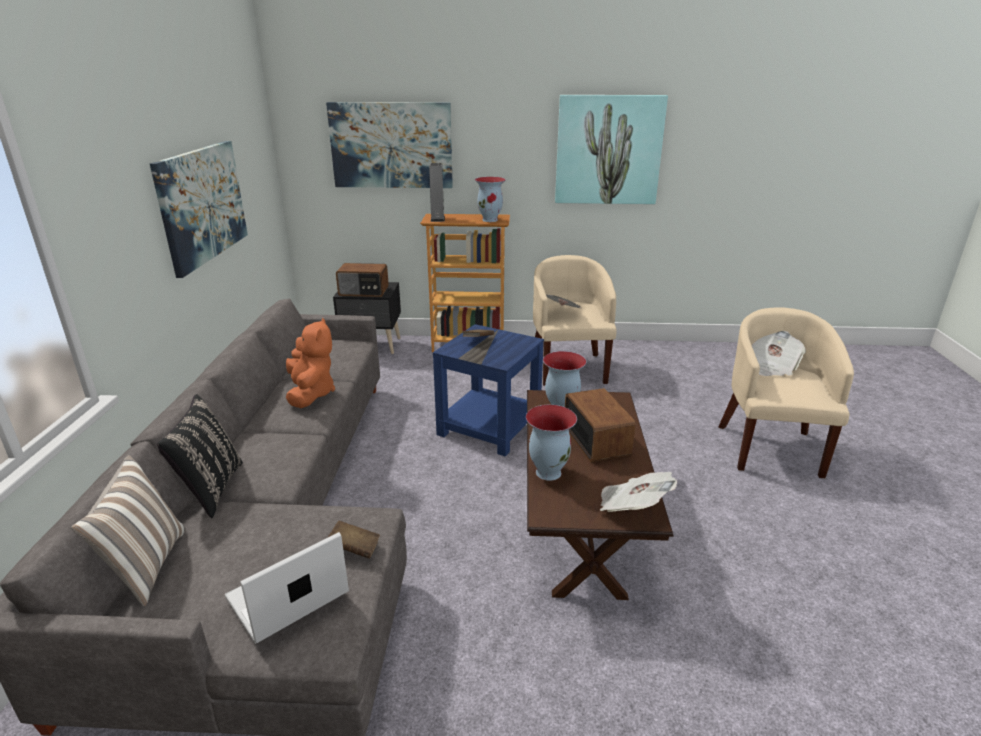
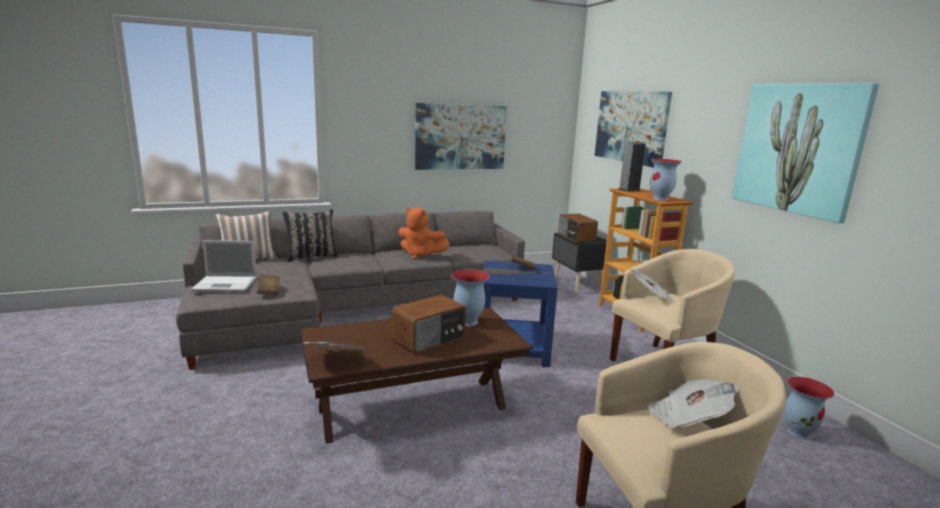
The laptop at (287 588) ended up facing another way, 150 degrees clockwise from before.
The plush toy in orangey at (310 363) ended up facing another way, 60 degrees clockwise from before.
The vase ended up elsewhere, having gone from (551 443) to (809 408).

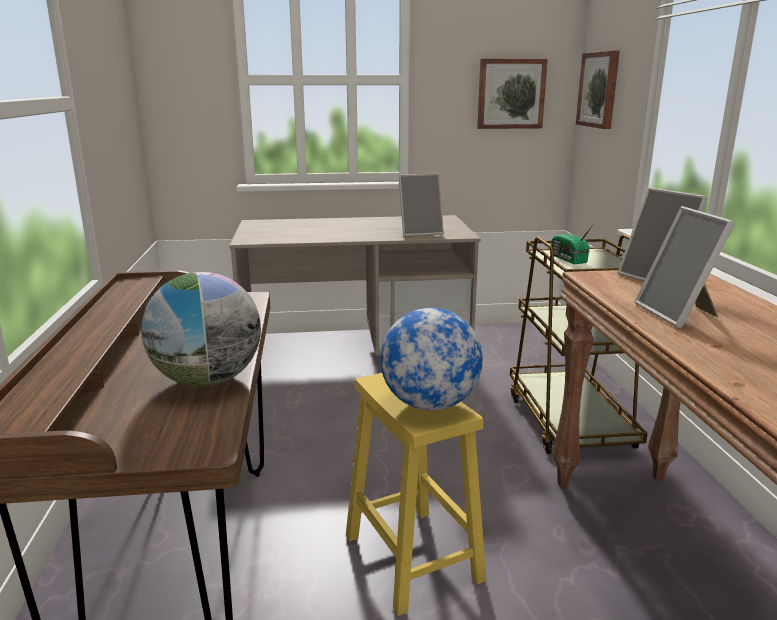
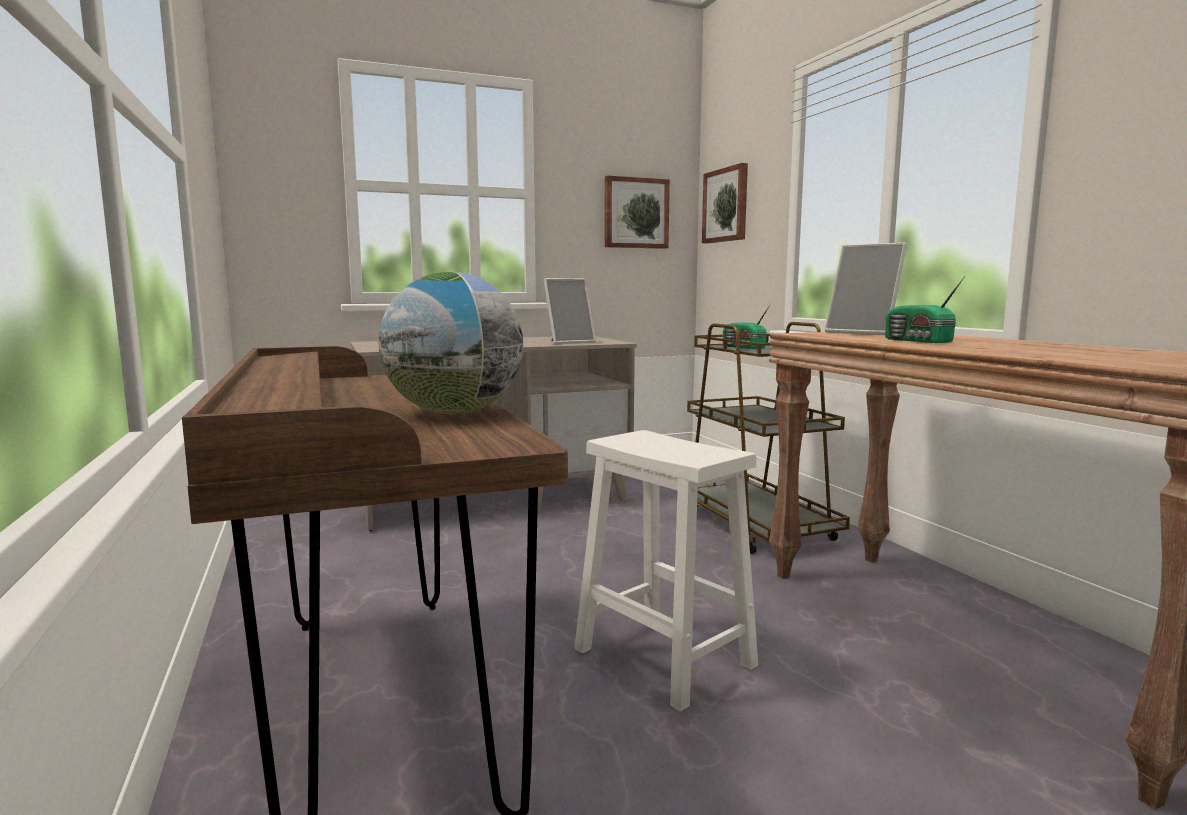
What was the stool seat in yellowish at (416 494) turned into the stool seat in white at (666 571).
Where the picture frame stood at (685 267), the radio came to stand at (925 309).
The second view lost the desk globe at (431 359).

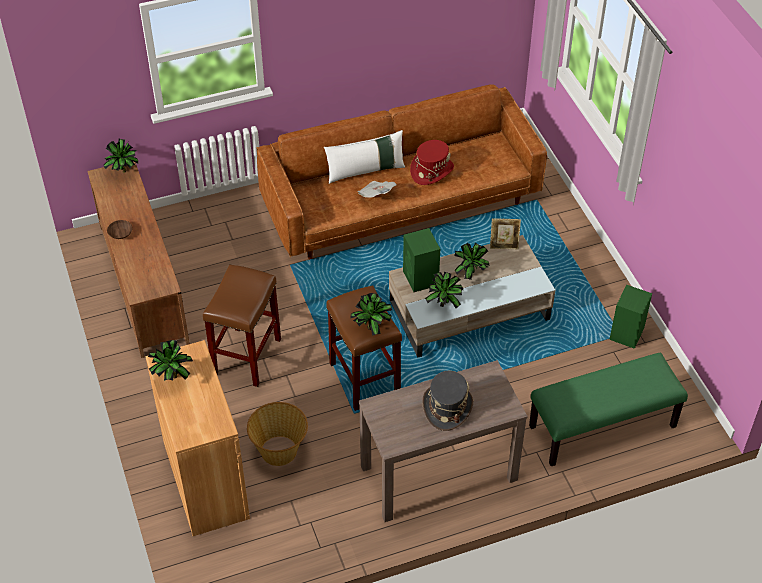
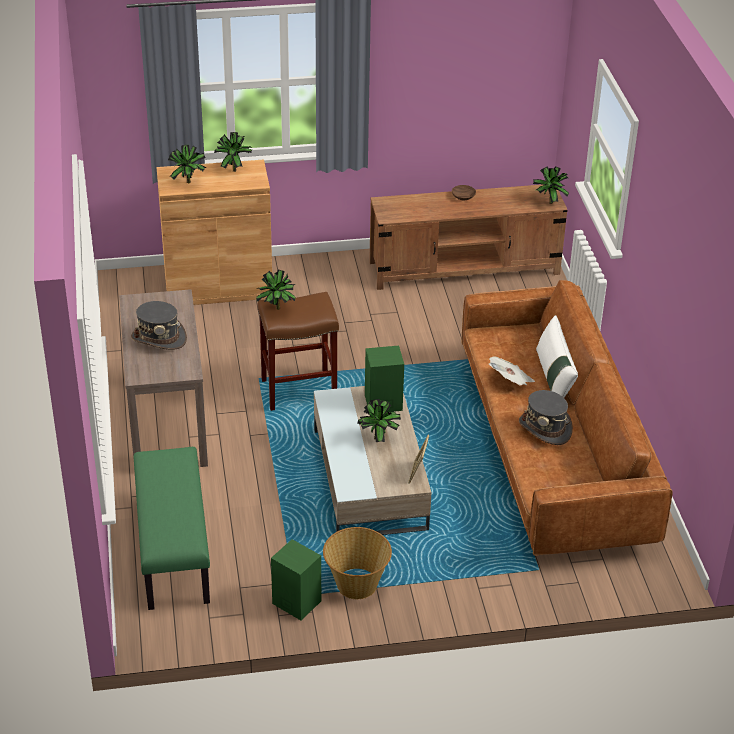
The plant in a pot ended up elsewhere, having gone from (444 289) to (187 164).
The household basket ended up elsewhere, having gone from (277 434) to (357 563).
What was the clothing hat in red-coloured at (432 162) turned into the clothing hat in grey at (546 417).
The second view lost the stool seat in brown at (242 325).

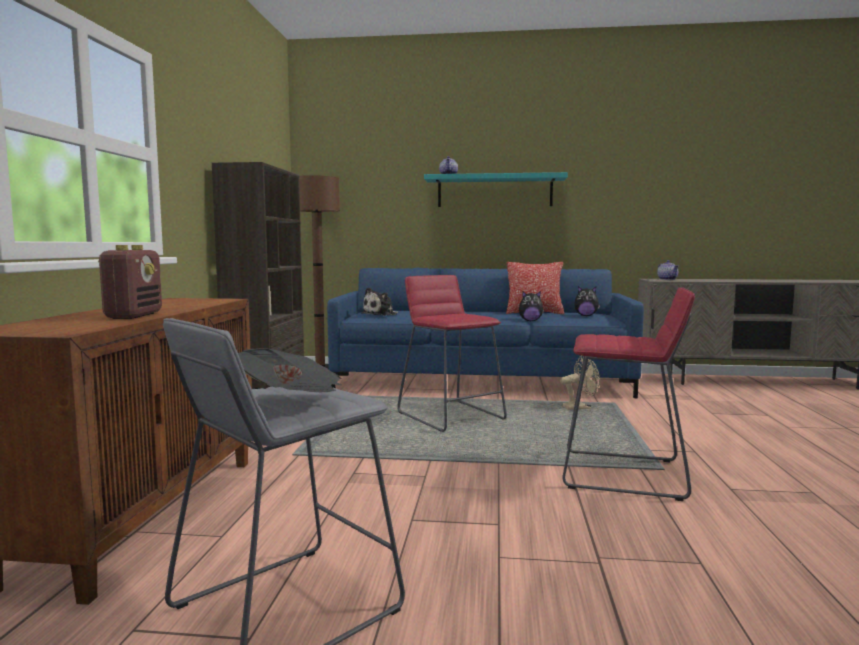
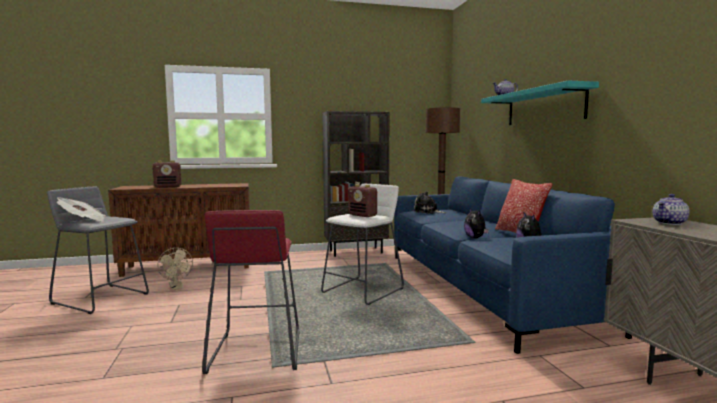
The fan in sand-coloured ended up elsewhere, having gone from (580 383) to (175 269).
What was the stool seat in red-coloured at (452 353) turned into the stool seat in white at (362 244).
The second view gained the radio at (362 200).

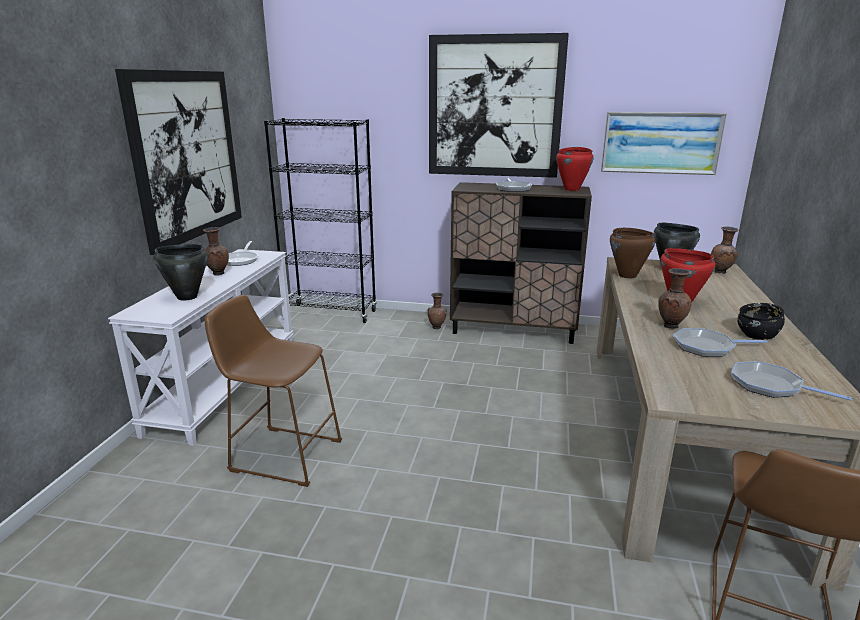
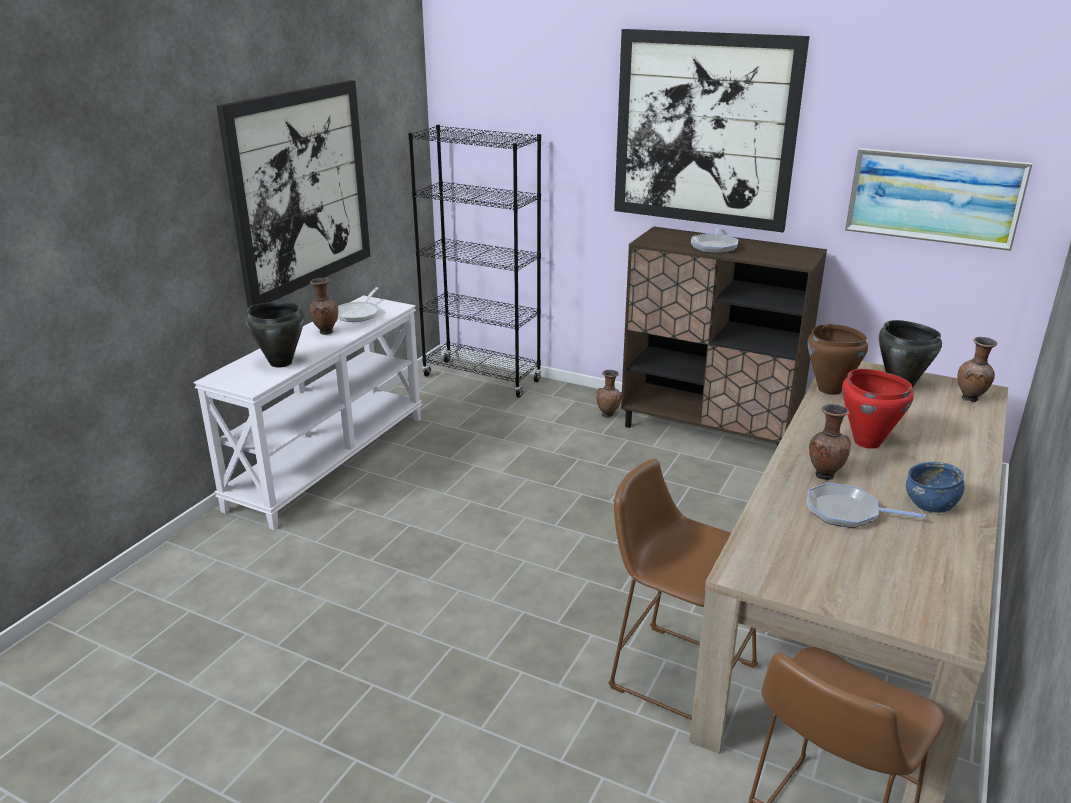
The stool seat in brown ended up elsewhere, having gone from (273 391) to (683 589).
What was the serving bowl in black at (761 321) turned into the serving bowl in blue at (935 487).
The second view lost the stockpot in red-coloured at (575 169).
The second view lost the skillet at (791 381).

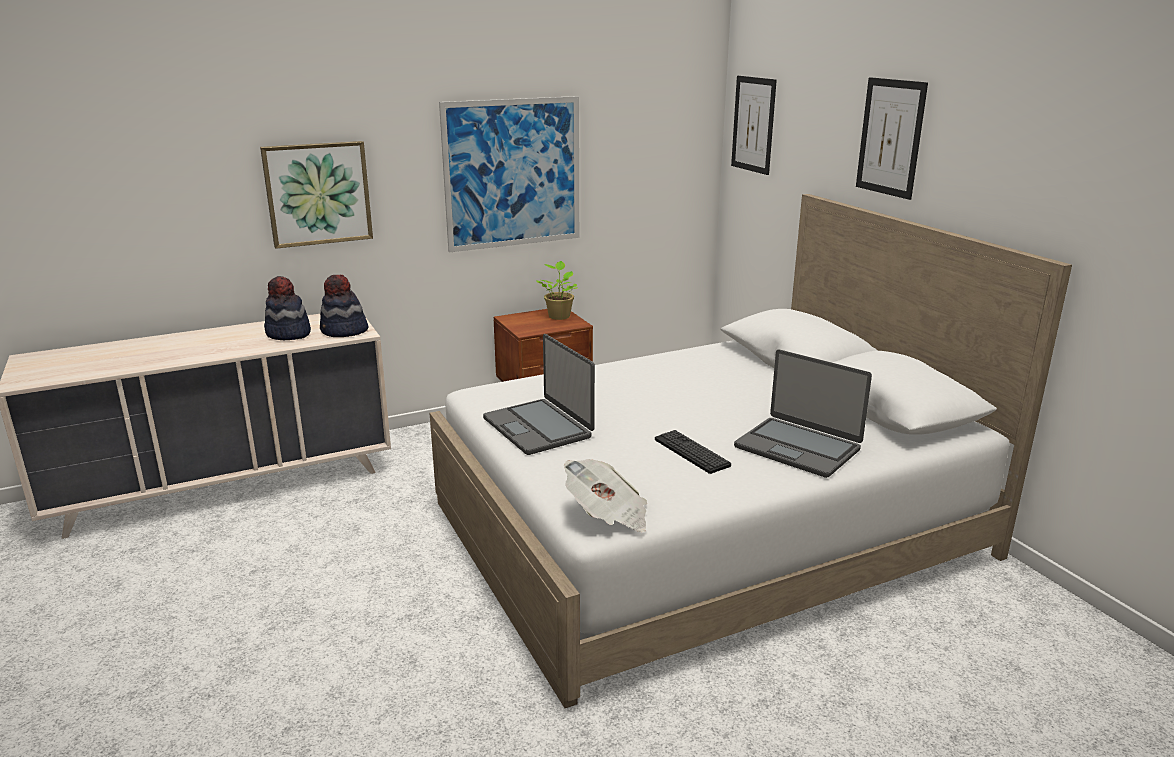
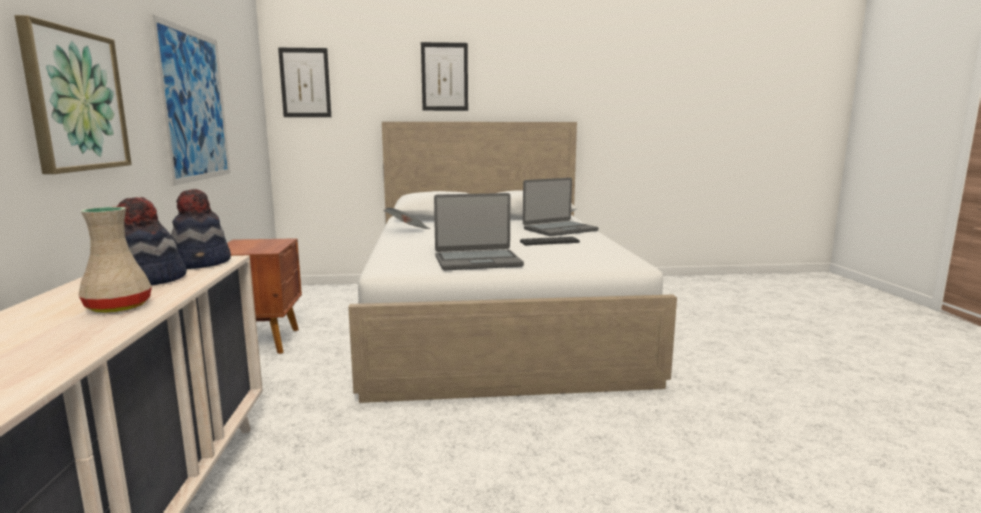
The second view gained the vase in sand-coloured at (115 260).
The printed paper ended up elsewhere, having gone from (605 495) to (407 218).
The second view lost the plant in a pot at (557 290).

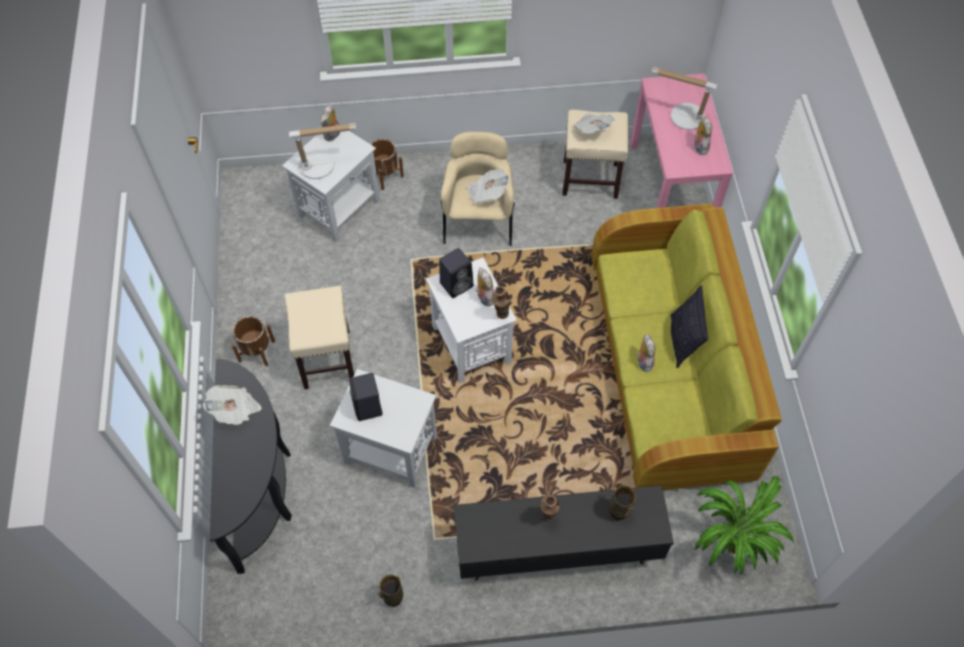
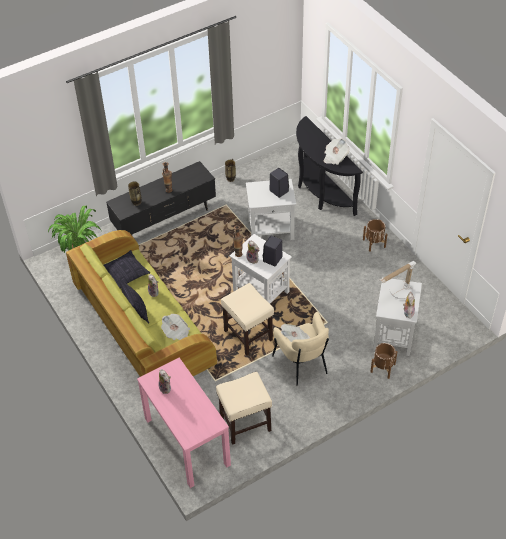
The second view gained the throw pillow at (127 269).
The printed paper ended up elsewhere, having gone from (594 123) to (175 327).
The stool seat in sand-coloured ended up elsewhere, having gone from (319 337) to (247 319).
The second view lost the table lamp at (684 98).

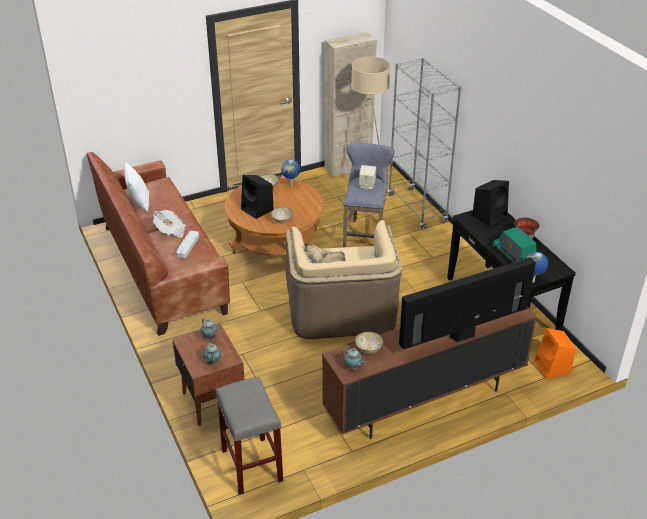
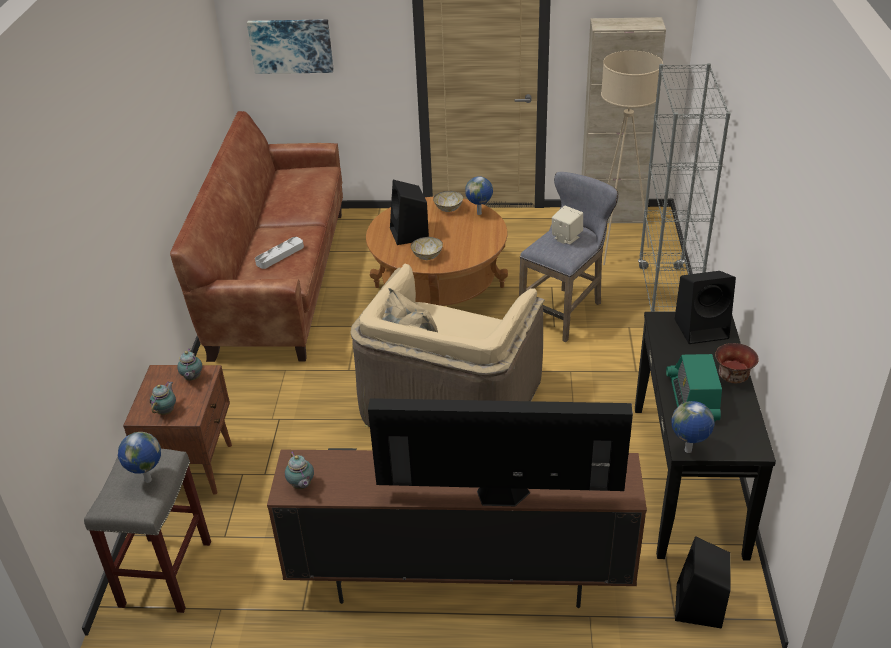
The second view gained the desk globe at (139 457).
The second view gained the picture at (290 46).
What was the loudspeaker in orangey at (555 353) turned into the loudspeaker in black at (703 582).
The second view lost the throw pillow in white at (136 187).
The second view lost the printed paper at (169 224).
The second view lost the serving bowl at (369 342).

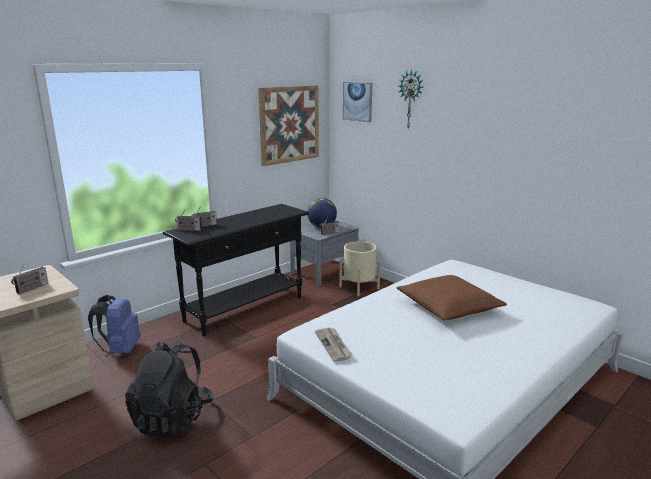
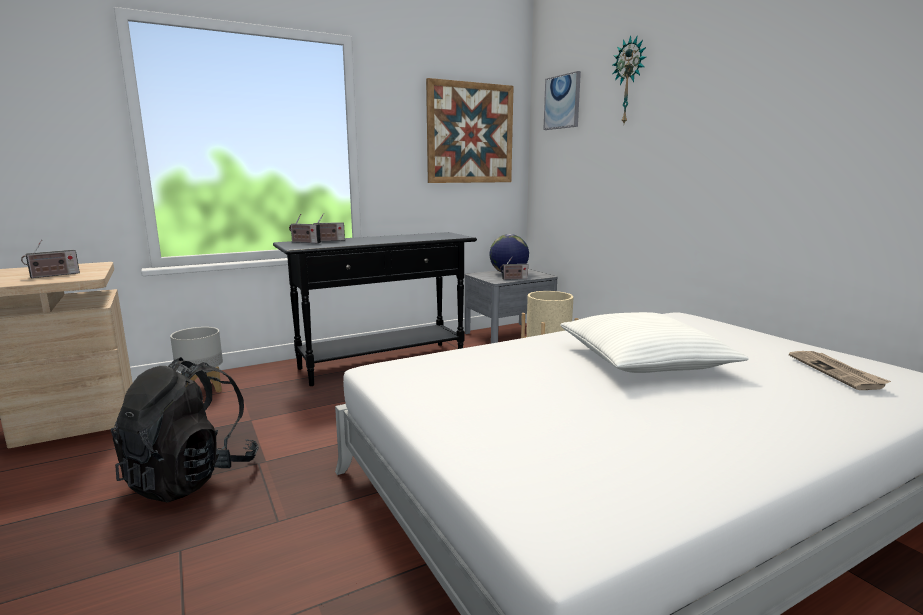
Where the knapsack in blue stood at (114 324), the planter in grey came to stand at (196 359).
What was the throw pillow in brown at (452 298) turned into the throw pillow in white at (654 342).
The printed paper ended up elsewhere, having gone from (334 345) to (840 370).

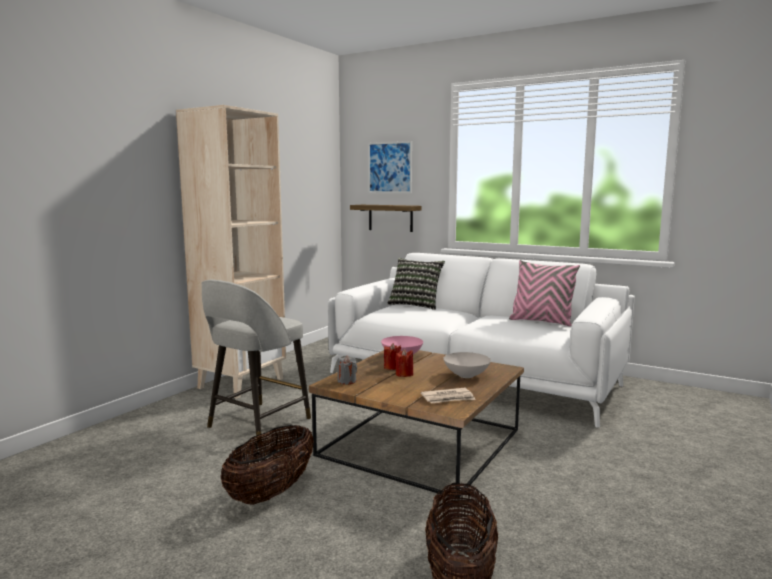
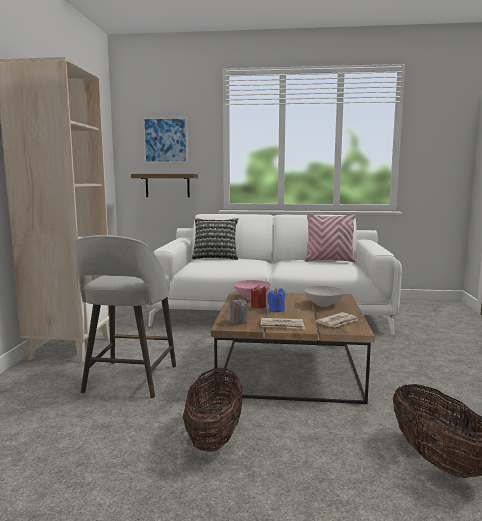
The second view gained the printed paper at (283 324).
What was the wax candle in red-coloured at (404 363) turned into the wax candle in blue at (276 300).

